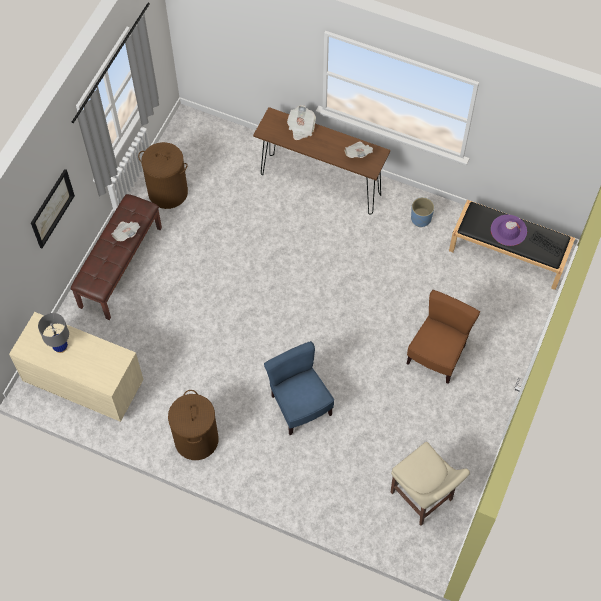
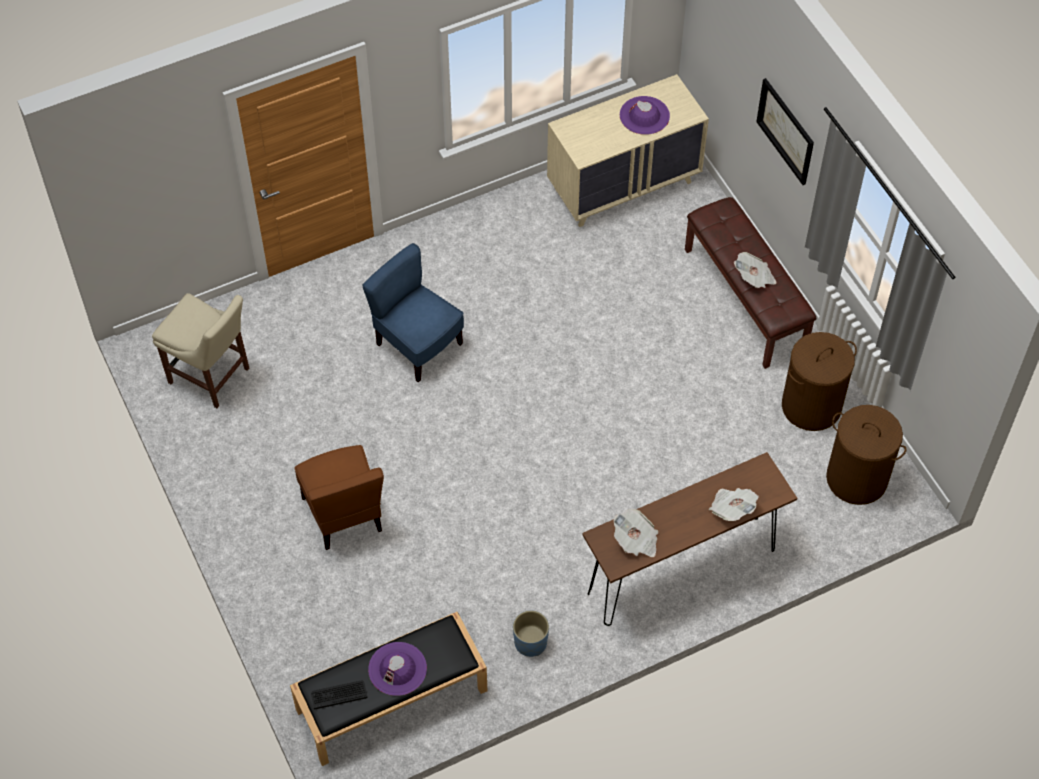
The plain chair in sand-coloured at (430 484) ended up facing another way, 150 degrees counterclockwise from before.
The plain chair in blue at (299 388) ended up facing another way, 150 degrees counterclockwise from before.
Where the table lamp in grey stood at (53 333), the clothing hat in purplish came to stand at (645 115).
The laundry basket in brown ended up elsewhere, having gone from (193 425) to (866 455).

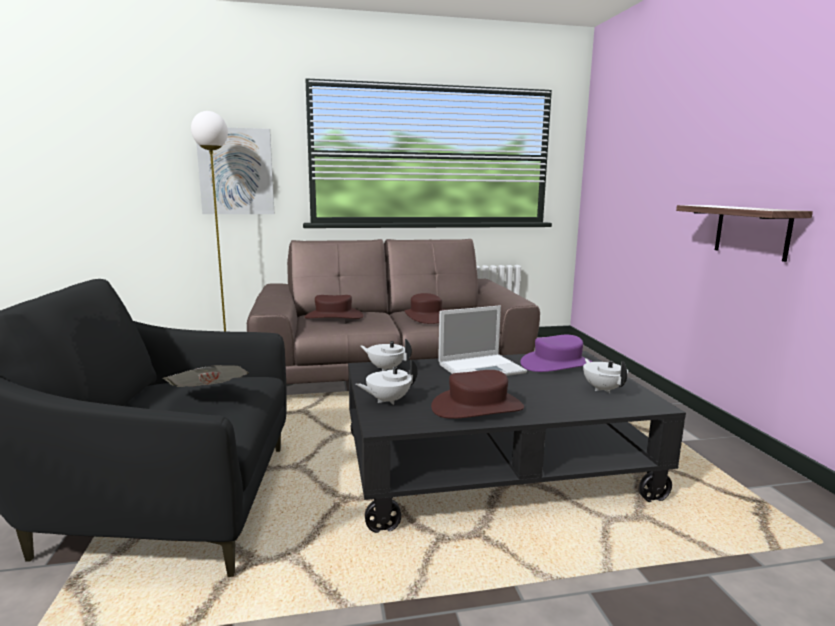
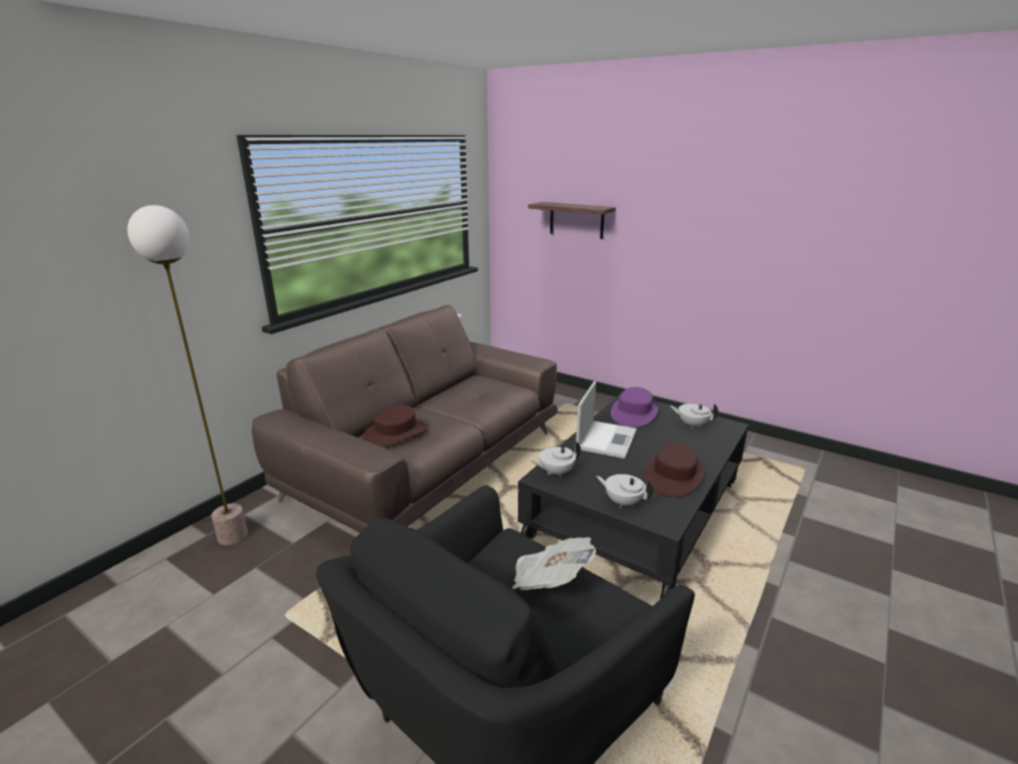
The shelf ended up elsewhere, having gone from (744 233) to (572 220).
The teapot in white at (387 382) ended up facing another way, 105 degrees clockwise from before.
The second view lost the picture at (235 171).
The second view lost the clothing hat in brown at (425 308).

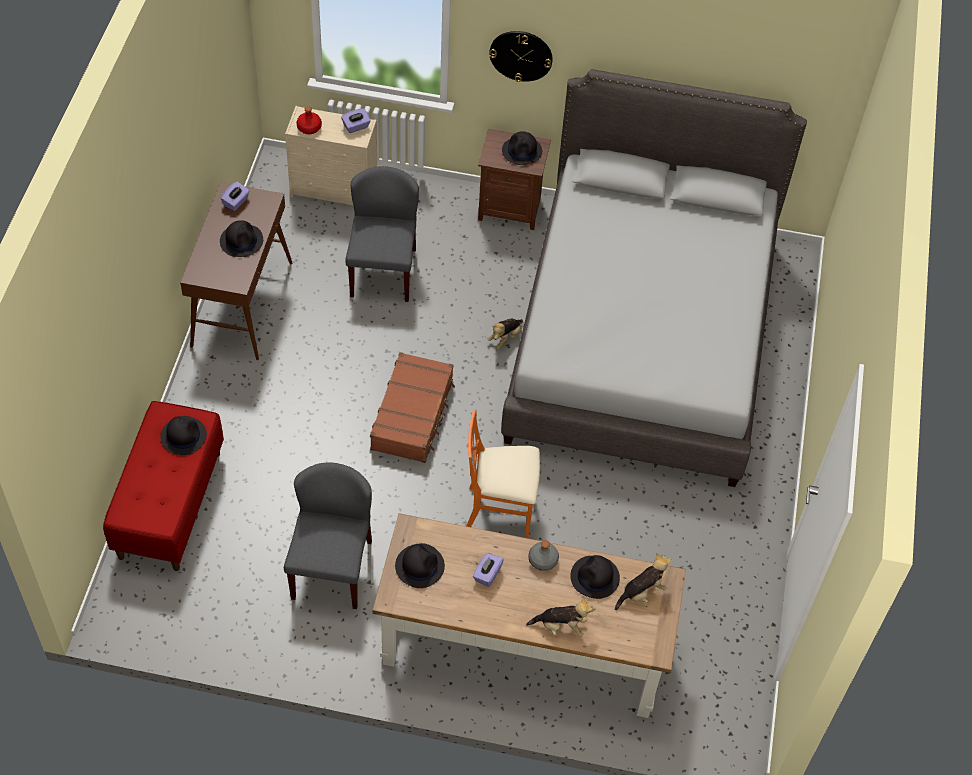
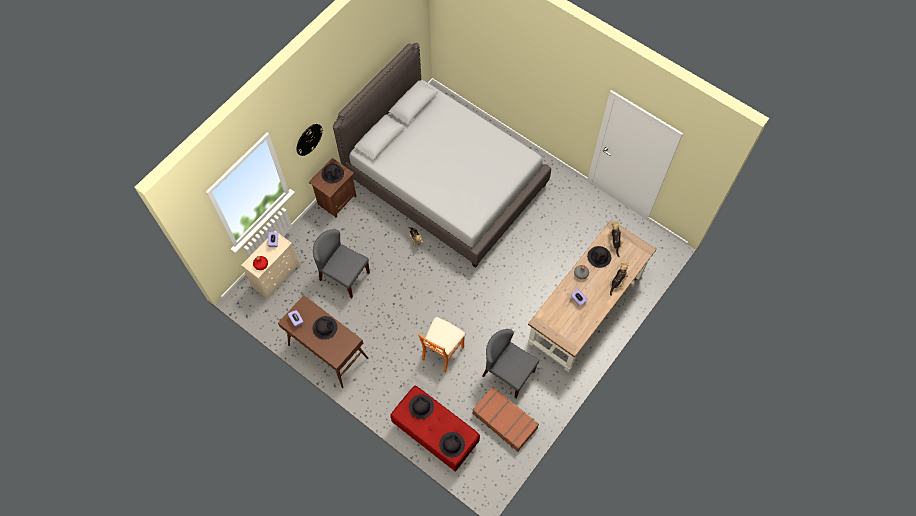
The plain chair in orangey ended up elsewhere, having gone from (503 474) to (441 345).
The clothing hat in black ended up elsewhere, having gone from (420 565) to (452 444).
The piece of luggage in brown ended up elsewhere, having gone from (412 407) to (505 419).

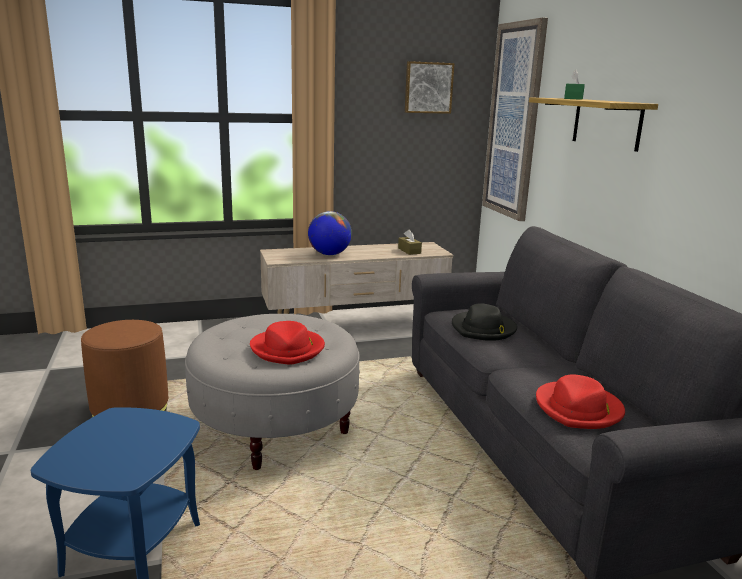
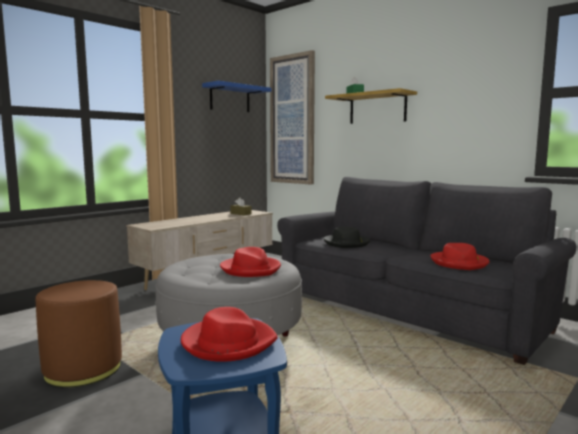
The second view gained the clothing hat in red-coloured at (229 334).
Where the picture hung at (430 87), the shelf in blue came to hang at (236 96).
The second view lost the desk globe at (330 233).

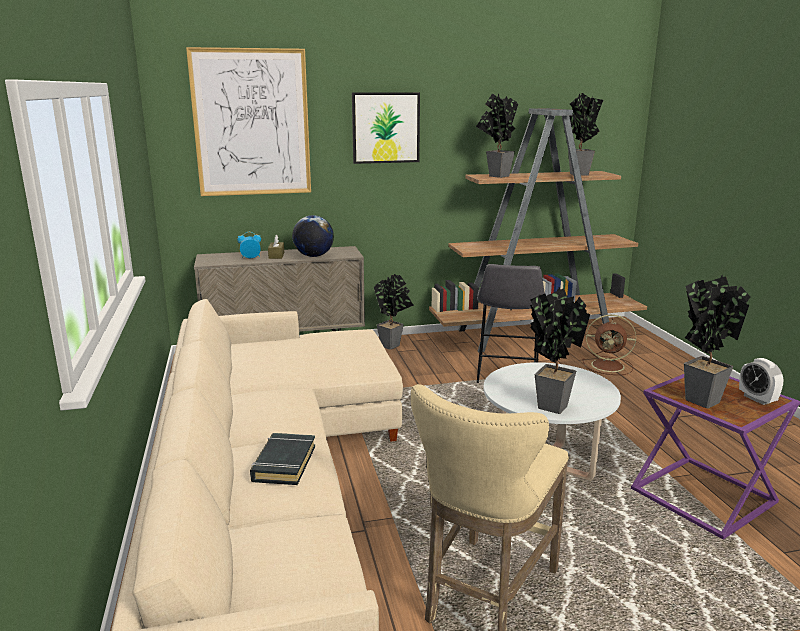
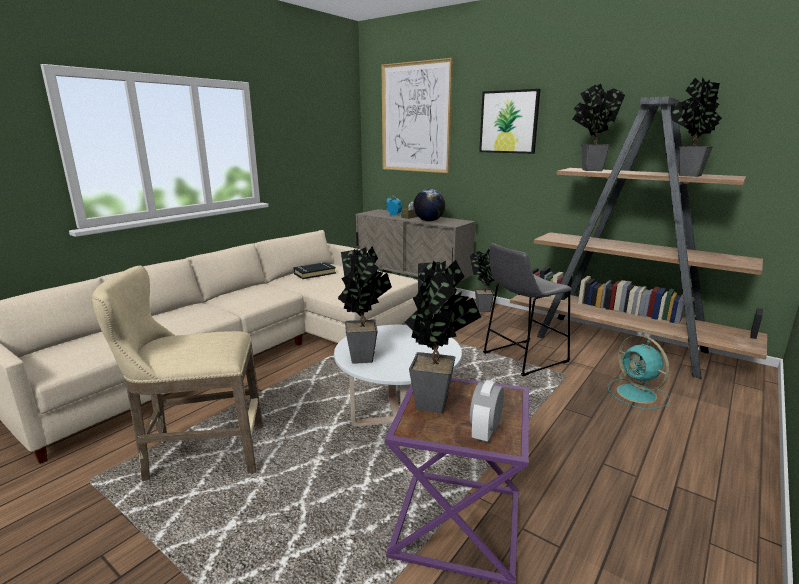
The book in black ended up elsewhere, having gone from (282 459) to (314 270).
What was the fan in brown at (609 345) turned into the fan in turquoise-coloured at (639 372).

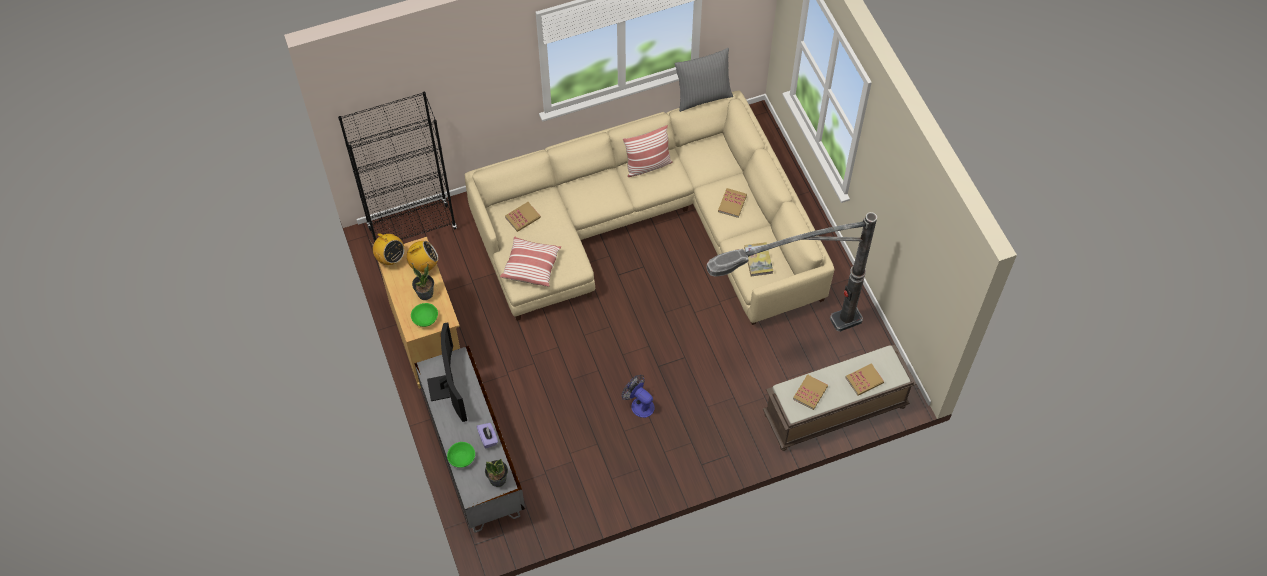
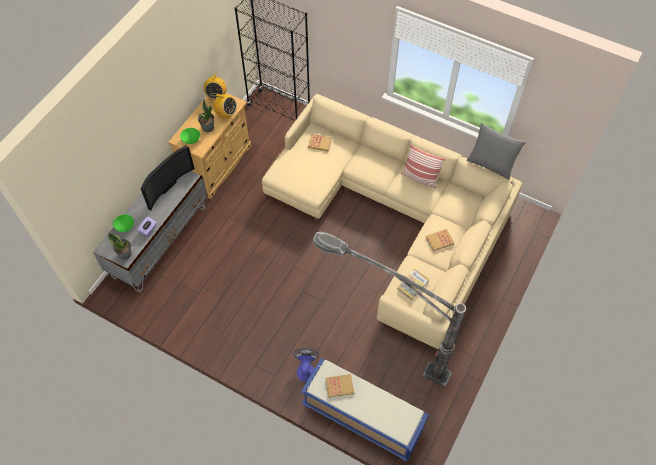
The fan ended up elsewhere, having gone from (638 396) to (306 365).
What was the indoor bench in brown at (839 398) turned into the indoor bench in blue at (365 409).
The second view lost the throw pillow at (530 261).
The second view lost the book at (864 379).

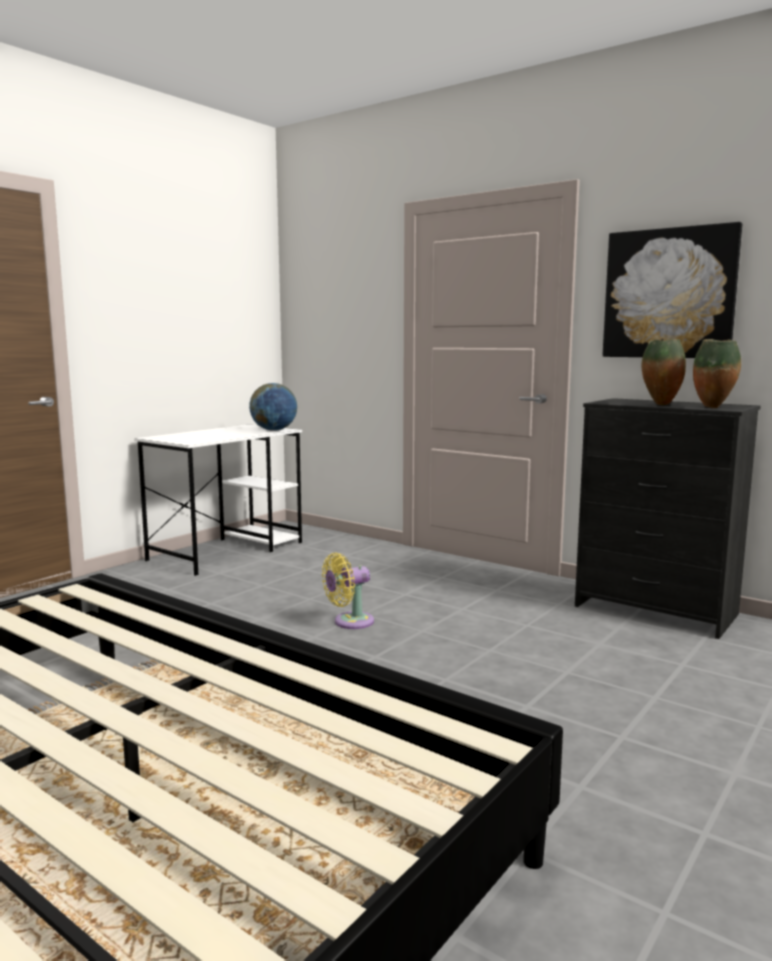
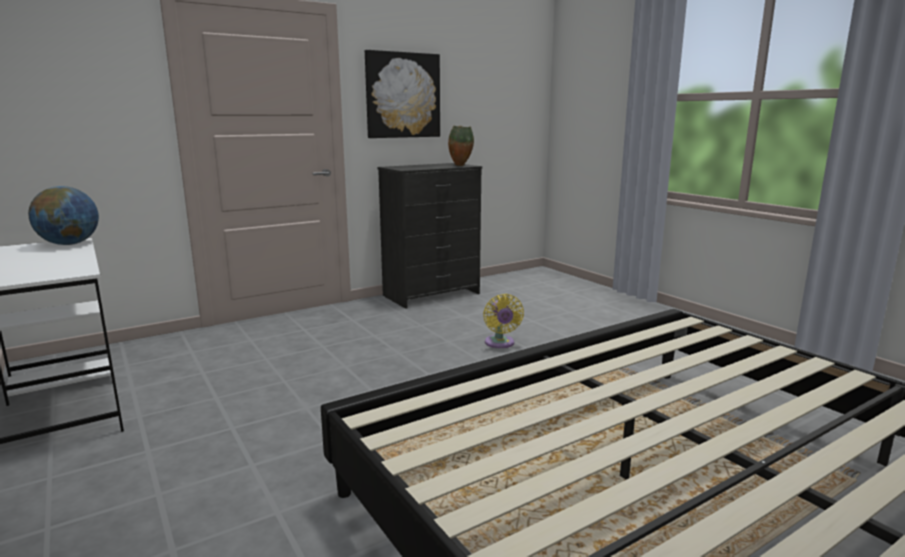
The fan in yellowish ended up elsewhere, having gone from (348 591) to (503 321).
The second view lost the vase at (663 372).

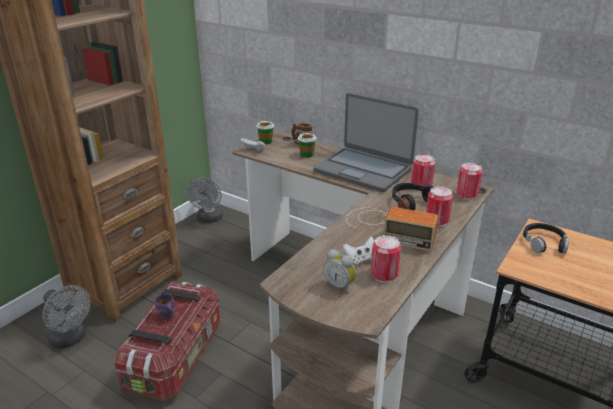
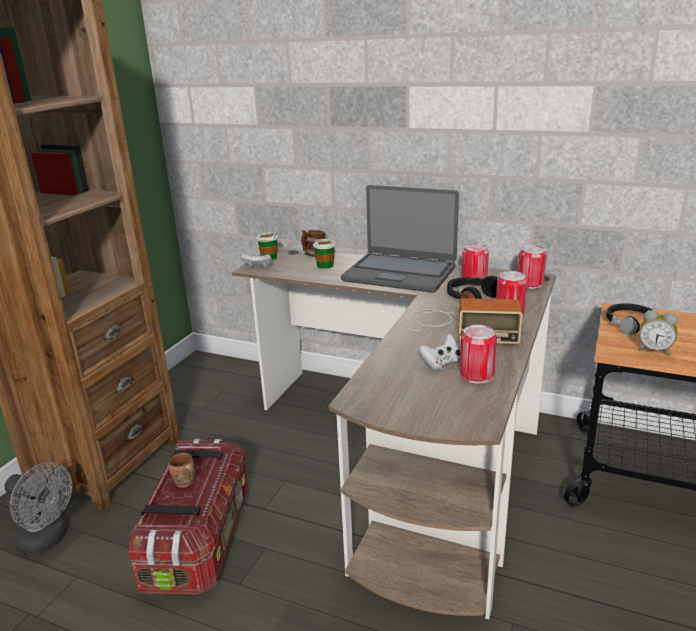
What was the tea mug in purplish at (164 307) turned into the tea mug in brown at (182 470).
The bedside clock ended up elsewhere, having gone from (339 272) to (658 332).
The second view lost the fan in grey at (205 200).

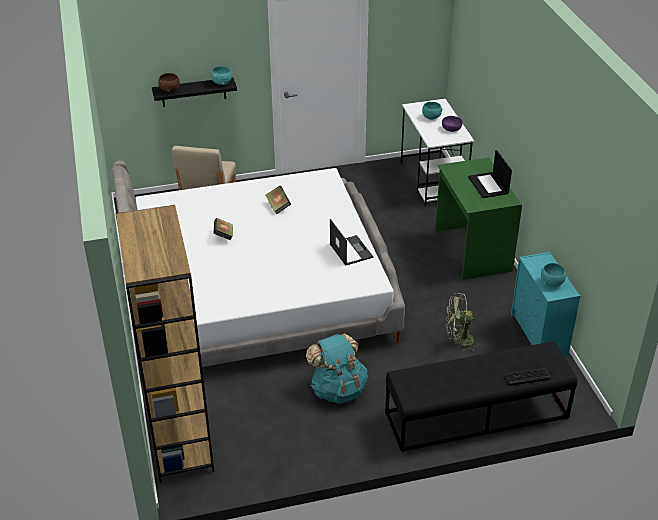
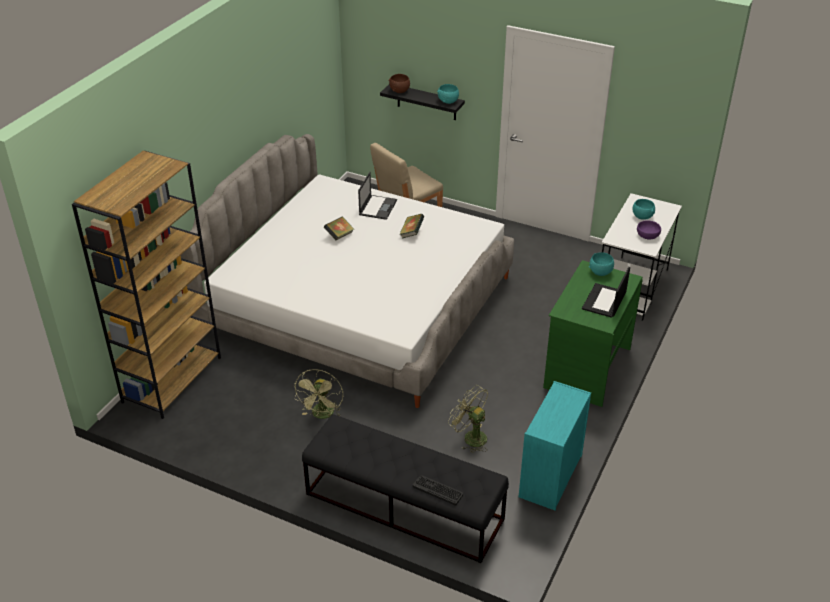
Where the knapsack in turquoise-coloured stood at (337 368), the fan in greenish came to stand at (318 394).
The laptop ended up elsewhere, having gone from (351 242) to (377 195).
The serving bowl in turquoise-coloured ended up elsewhere, having gone from (553 275) to (601 264).

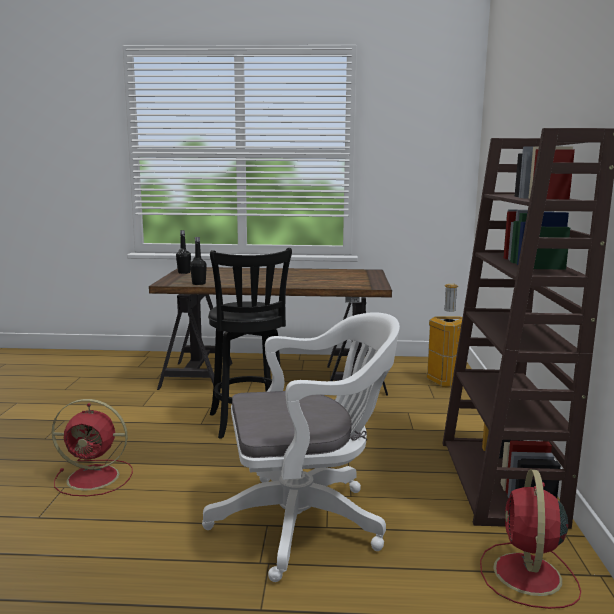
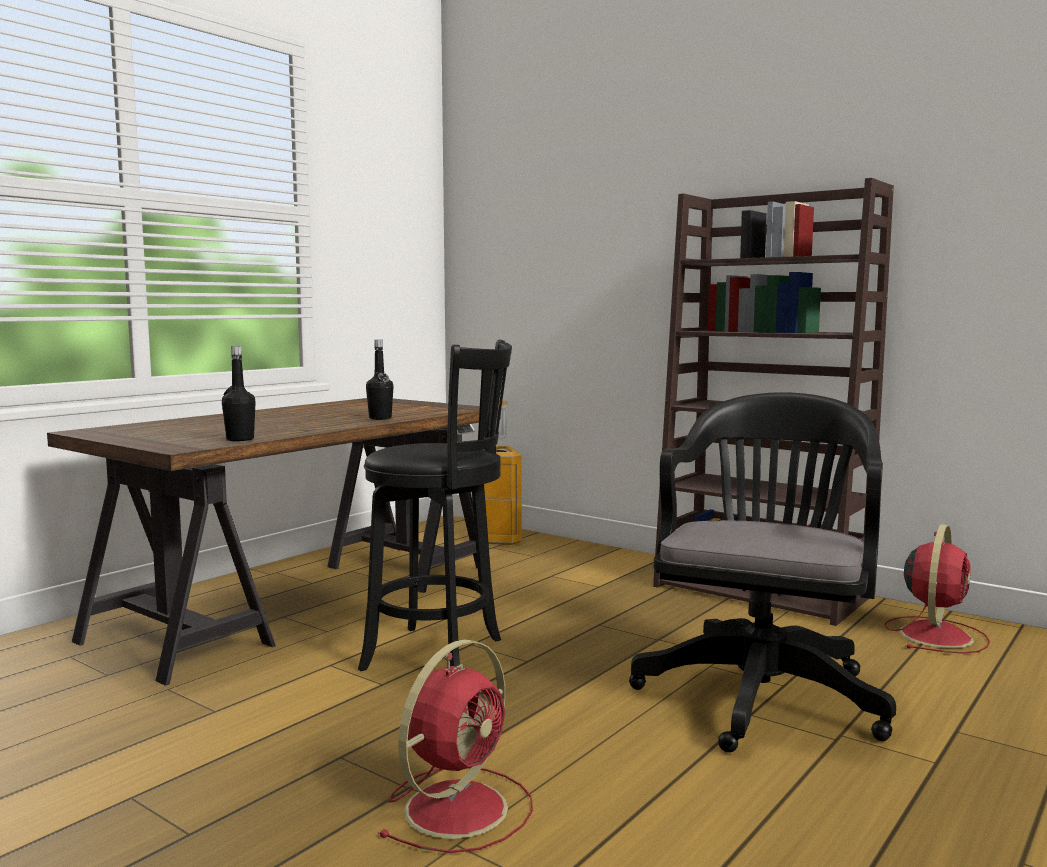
The drink bottle in black ended up elsewhere, having gone from (183 252) to (379 380).
What was the computer chair in white at (301 447) turned into the computer chair in black at (762 572).
The fan in red-coloured at (530 539) ended up facing another way, 105 degrees counterclockwise from before.

